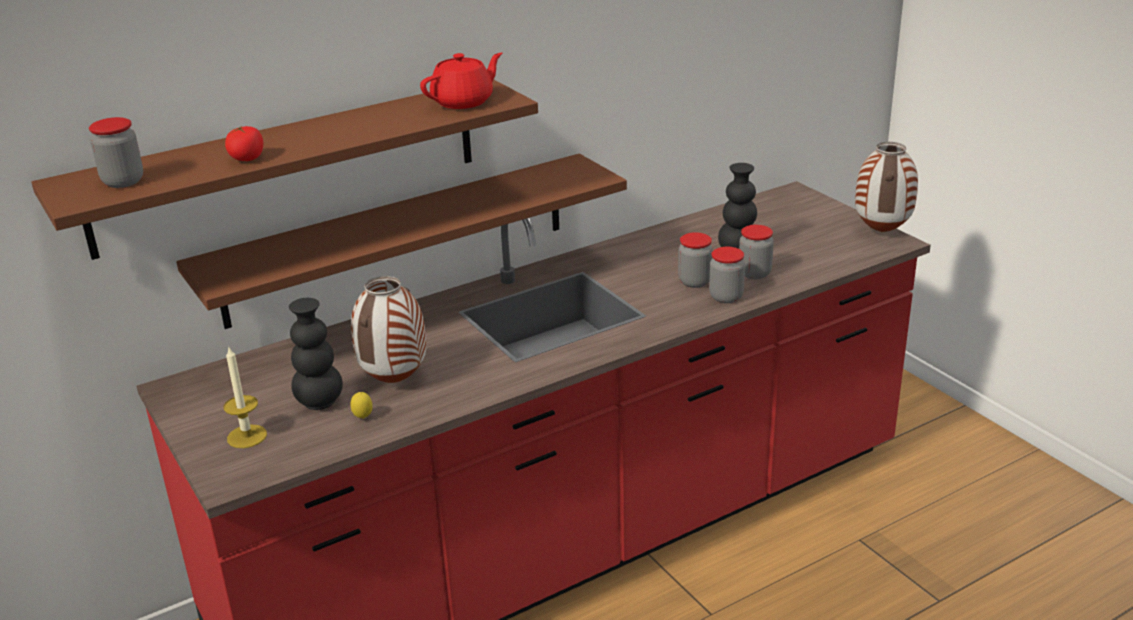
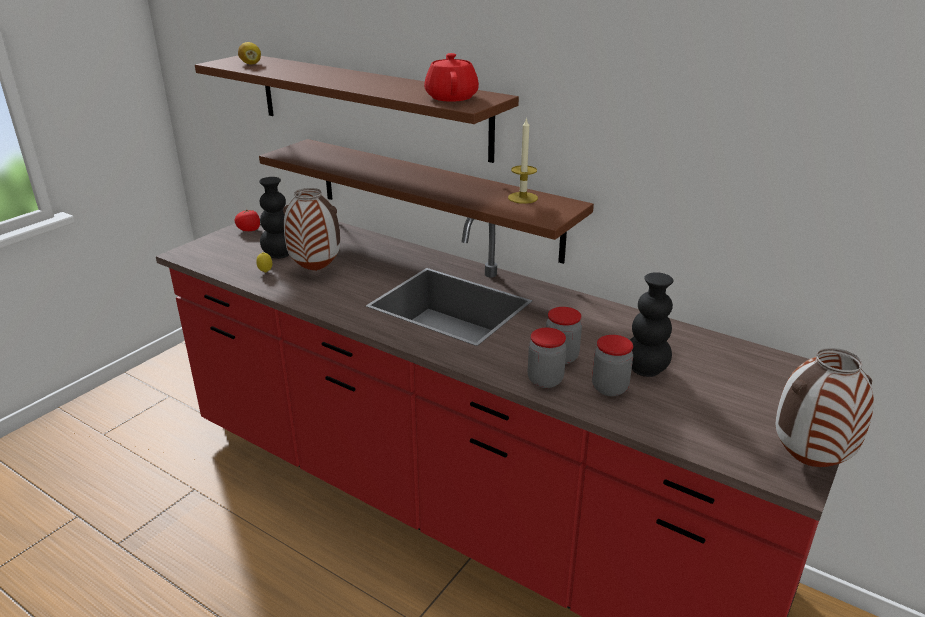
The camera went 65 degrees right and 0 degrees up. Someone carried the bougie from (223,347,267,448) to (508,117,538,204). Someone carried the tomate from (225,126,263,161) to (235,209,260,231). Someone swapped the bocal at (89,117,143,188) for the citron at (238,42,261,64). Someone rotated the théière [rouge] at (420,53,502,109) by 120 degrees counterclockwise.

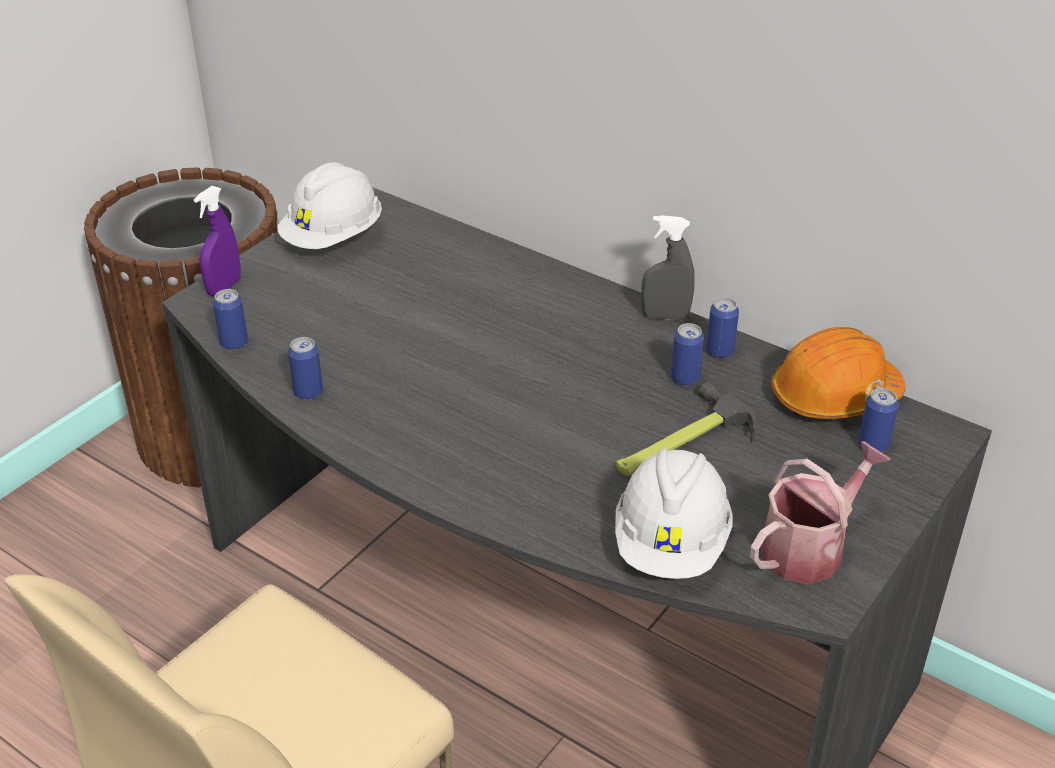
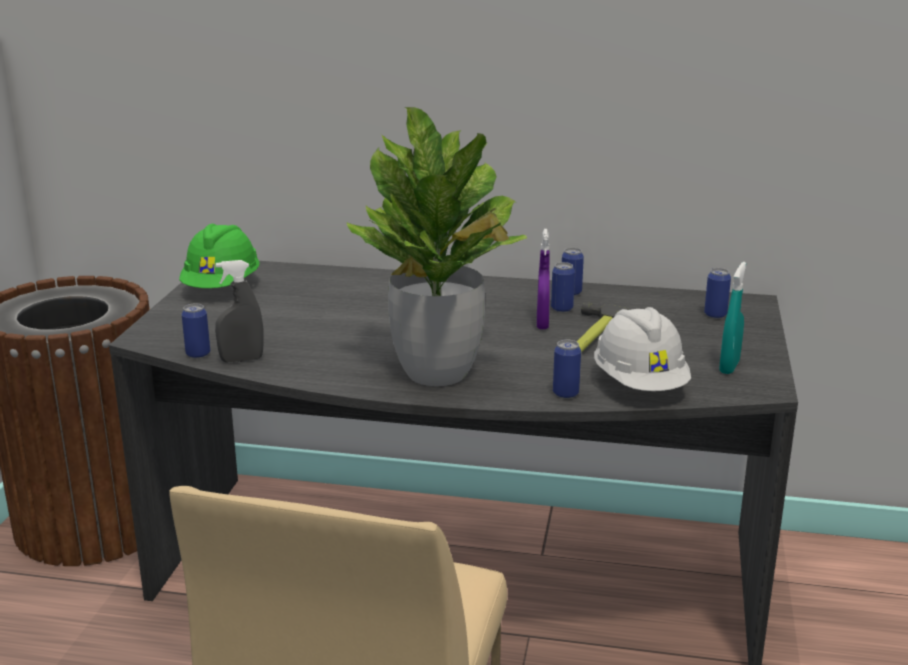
The camera went 25 degrees left and 15 degrees down. Someone took away the casque de chantier [orange] at (771,327,906,419). Someone put down the plante en pot at (347,107,527,386). Someone carried the vaporisateur [violet] from (193,186,241,296) to (537,229,550,329). Someone carried the boîte métallique from (288,337,323,400) to (553,340,581,399). Someone carried the vaporisateur [gris] from (641,215,695,320) to (215,260,264,363). Someone swapped the arrosoir at (750,441,891,584) for the vaporisateur [turquoise] at (719,262,746,374). Someone repainted the casque de chantier [blanc] at (277,162,382,249), which became the casque de chantier [vert] at (179,224,259,288).

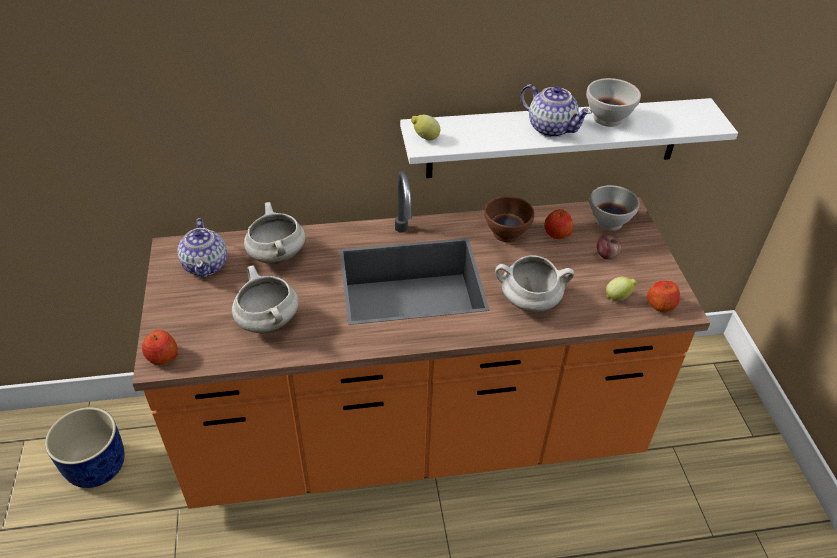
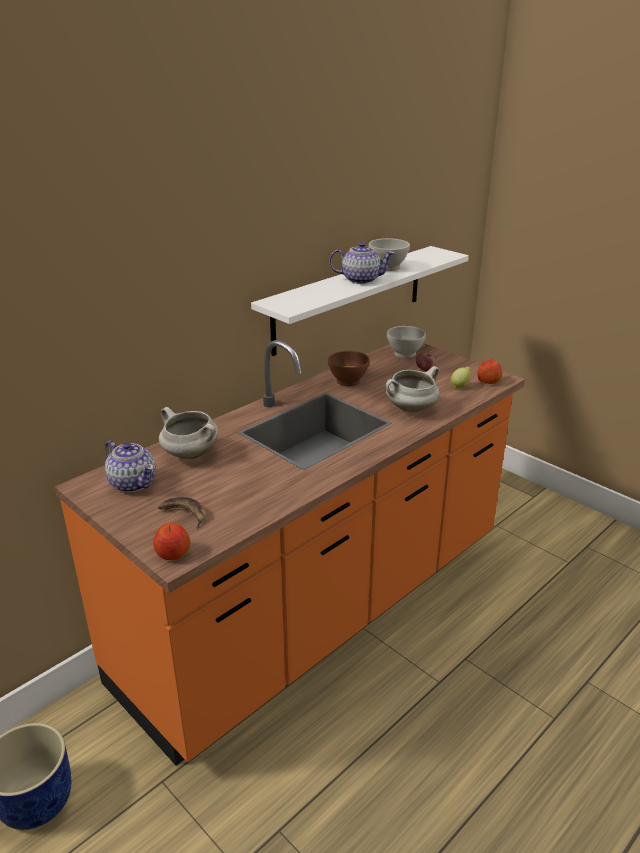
The camera went 35 degrees left and 15 degrees down. Someone took away the marmite [blanc] at (232,266,299,333). Someone took away the citron at (411,115,440,140). Someone took away the pomme at (544,209,573,239). Someone put down the banane at (158,497,207,530).

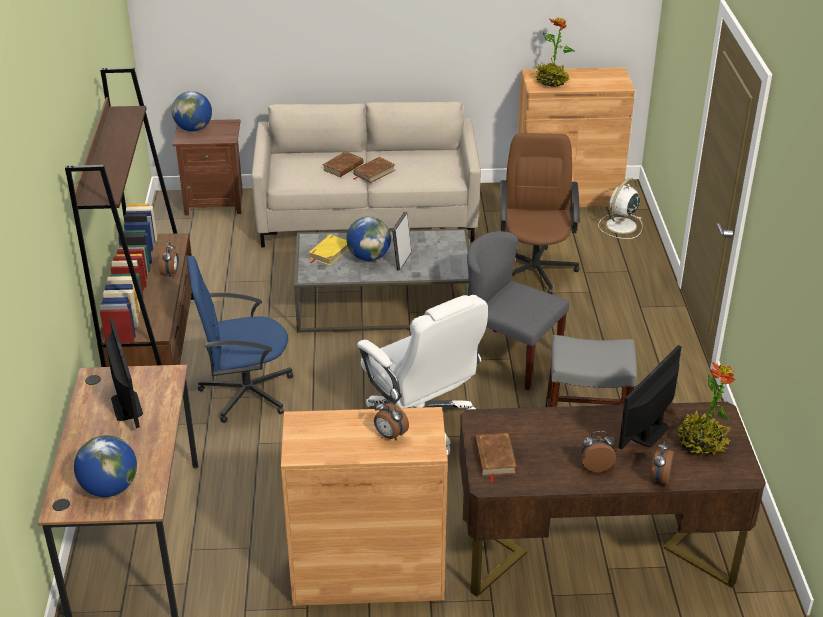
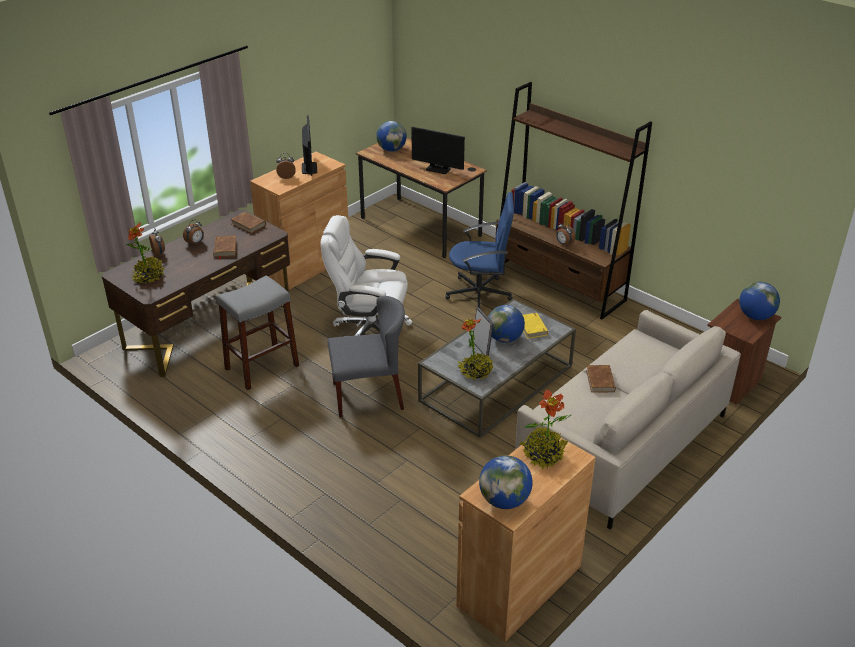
The camera went 135 degrees right and 0 degrees up. Someone took away the chaise de bureau [marron] at (500,133,580,294). Someone took away the ventilateur [blanc] at (598,178,643,239). Someone put down the plante en pot at (458,319,493,380). Someone put down the globe at (479,455,533,509). Someone carried the livre [marron] from (323,151,363,177) to (214,235,237,260). Someone carried the écran d'ordinateur from (619,345,681,449) to (302,116,317,176). Someone rotated the chaise de bureau [bleu] at (187,256,293,423) by 60 degrees clockwise.

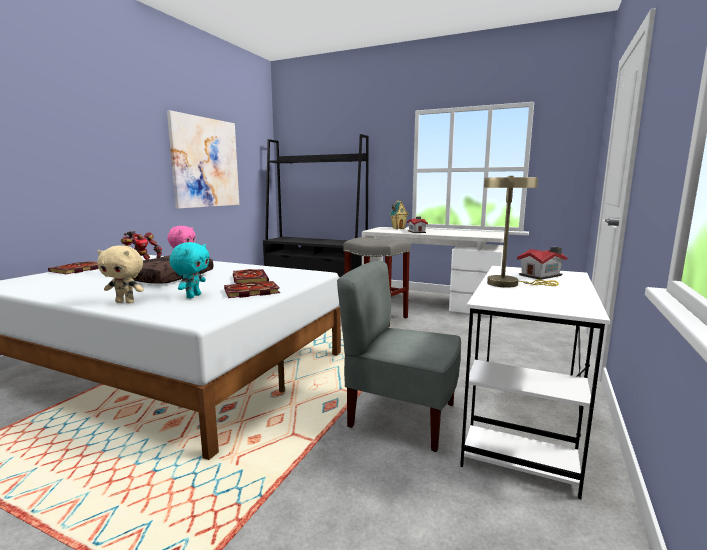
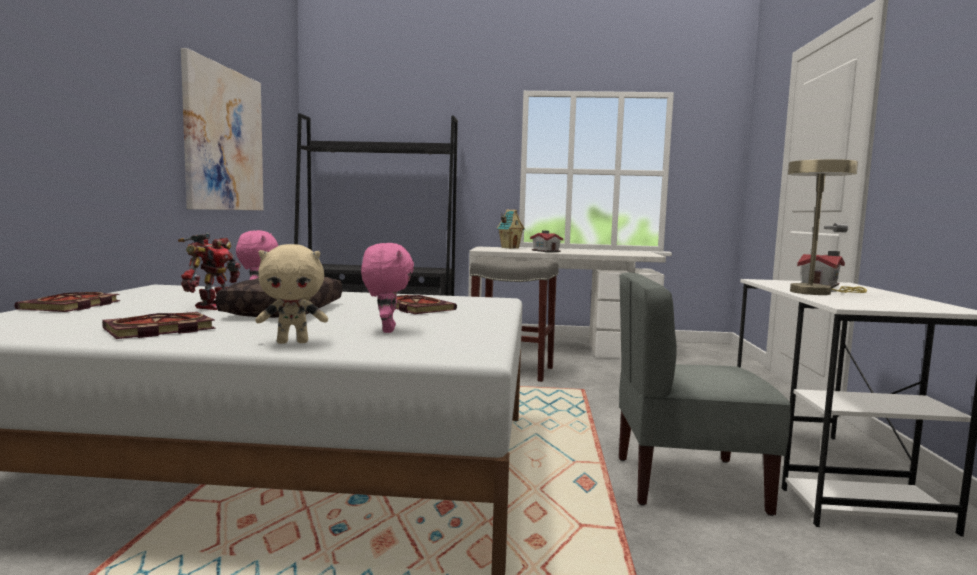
The camera went 20 degrees left and 5 degrees down. Someone carried the livre from (224,281,280,298) to (102,312,215,339). Someone repainted the peluche [turquoise] at (169,242,210,298), which became the peluche [rose] at (361,243,414,333).

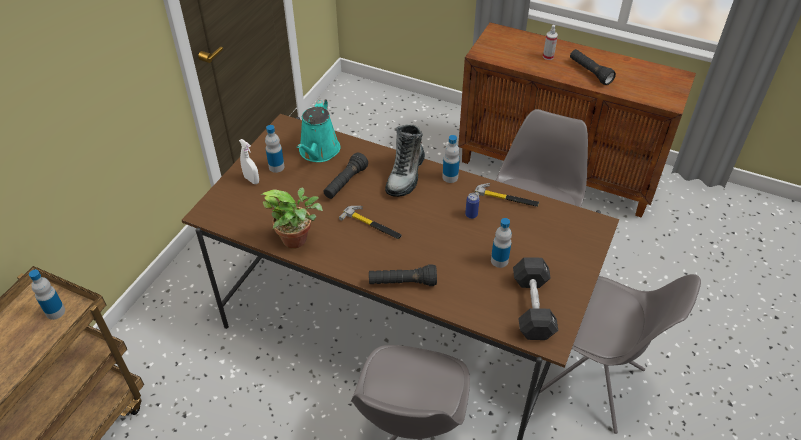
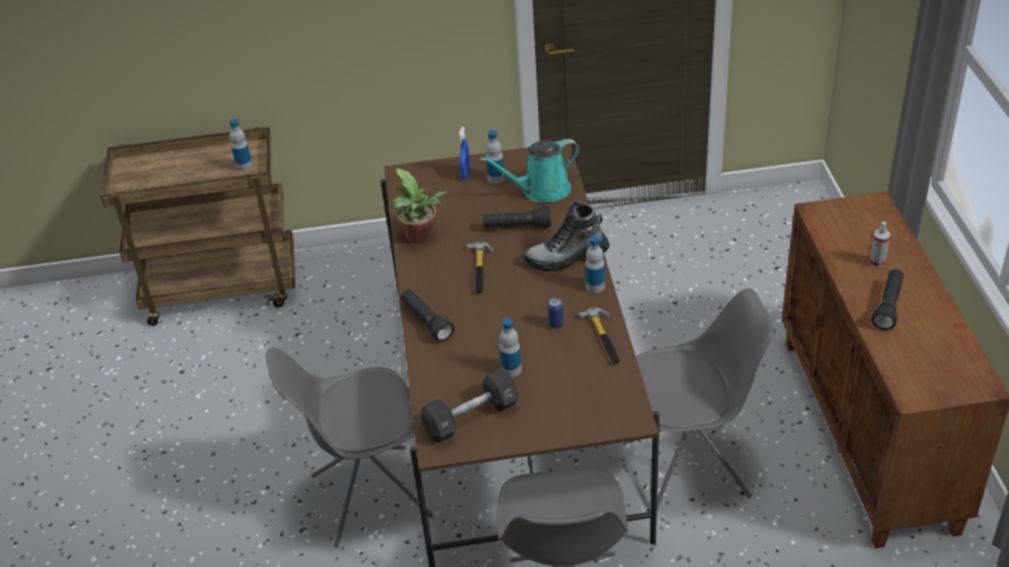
The camera went 60 degrees right and 5 degrees down. Someone repainted the vaporisateur [blanc] at (239,139,259,184), which became the vaporisateur [bleu] at (459,127,471,180).

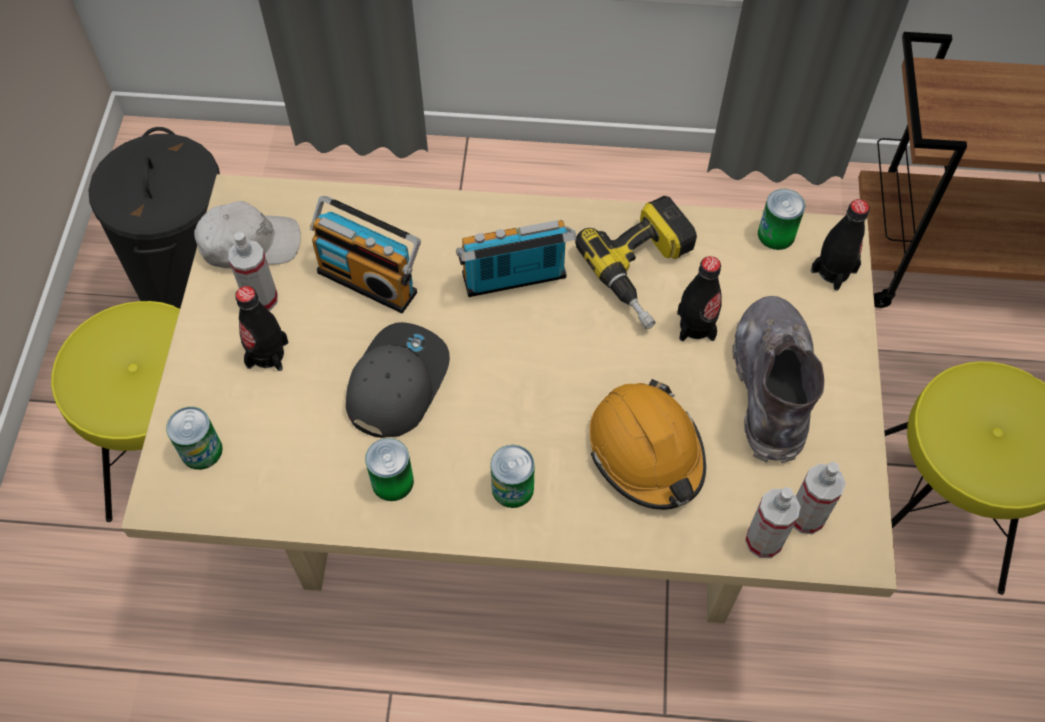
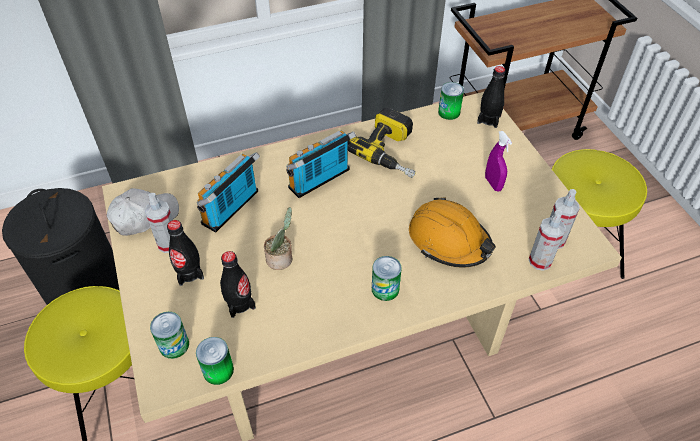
The camera went 25 degrees left and 10 degrees down. Someone carried the boîte métallique from (365,438,414,501) to (196,337,234,385). Someone carried the bouteille [noir] from (677,256,722,341) to (220,251,256,318). Someone swapped the casquette [gris] at (346,322,450,438) for the plante en pot at (264,207,292,270). Someone swapped the botte [gris] at (732,296,824,463) for the vaporisateur [violet] at (485,131,512,192). Someone rotated the radio at (310,196,421,313) by 120 degrees clockwise.

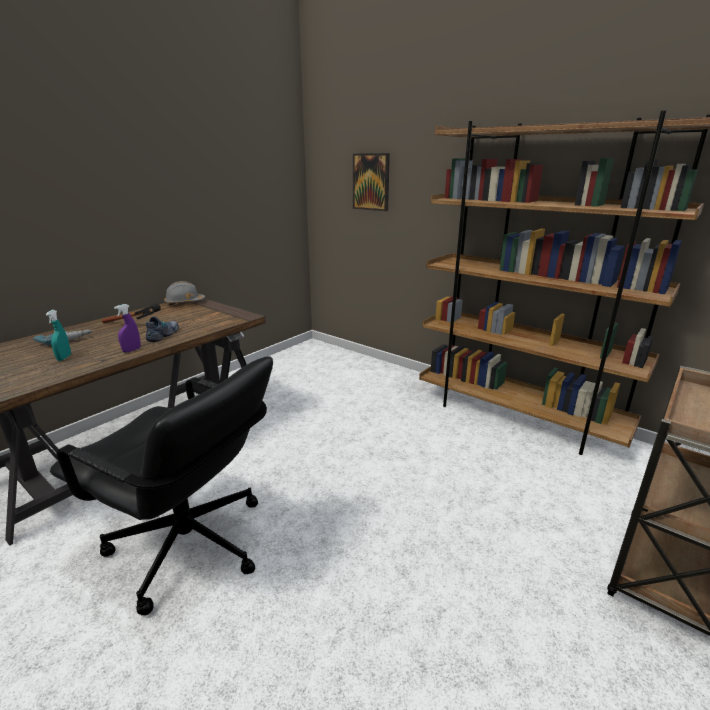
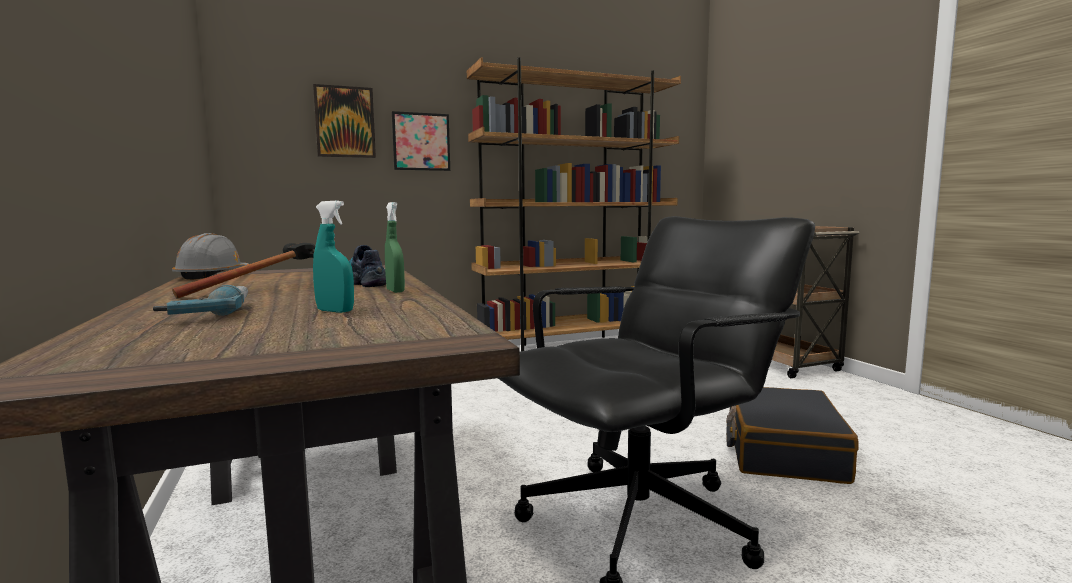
The camera went 60 degrees left and 15 degrees down. Someone put up the tableau at (392,111,450,171). Someone put down the valise [noir] at (726,387,859,484). Someone repainted the vaporisateur [violet] at (114,304,141,353), which became the vaporisateur [vert] at (385,202,405,293).

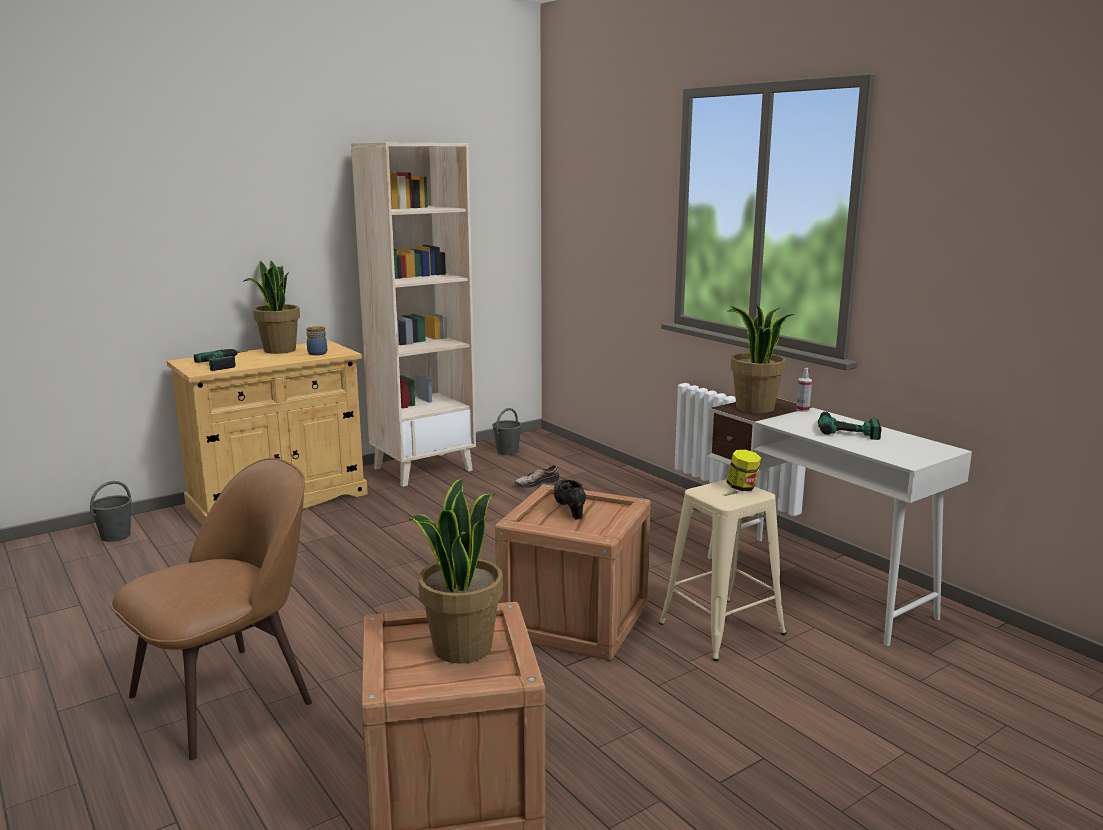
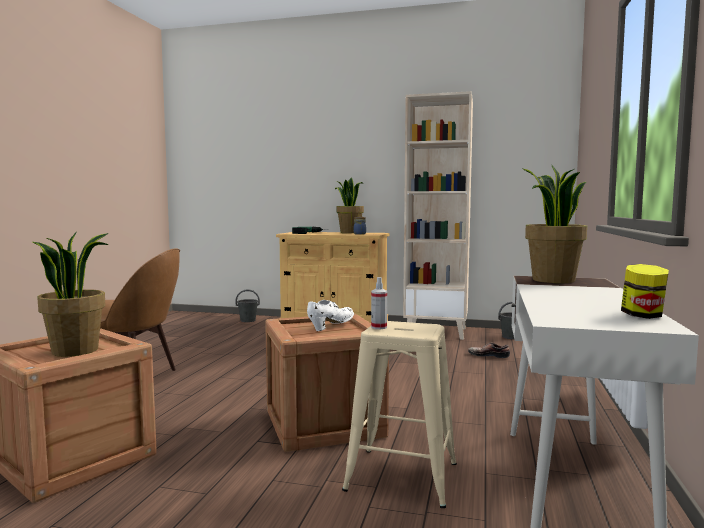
The camera went 50 degrees right and 10 degrees down. Someone took away the perceuse at (818,411,882,440). Someone carried the bocal from (726,450,761,491) to (621,264,669,319). Someone carried the vaporisateur from (796,368,812,412) to (371,277,387,329). Someone repainted the chaussure [noir] at (554,480,586,520), which became the chaussure [blanc] at (307,300,354,331).

